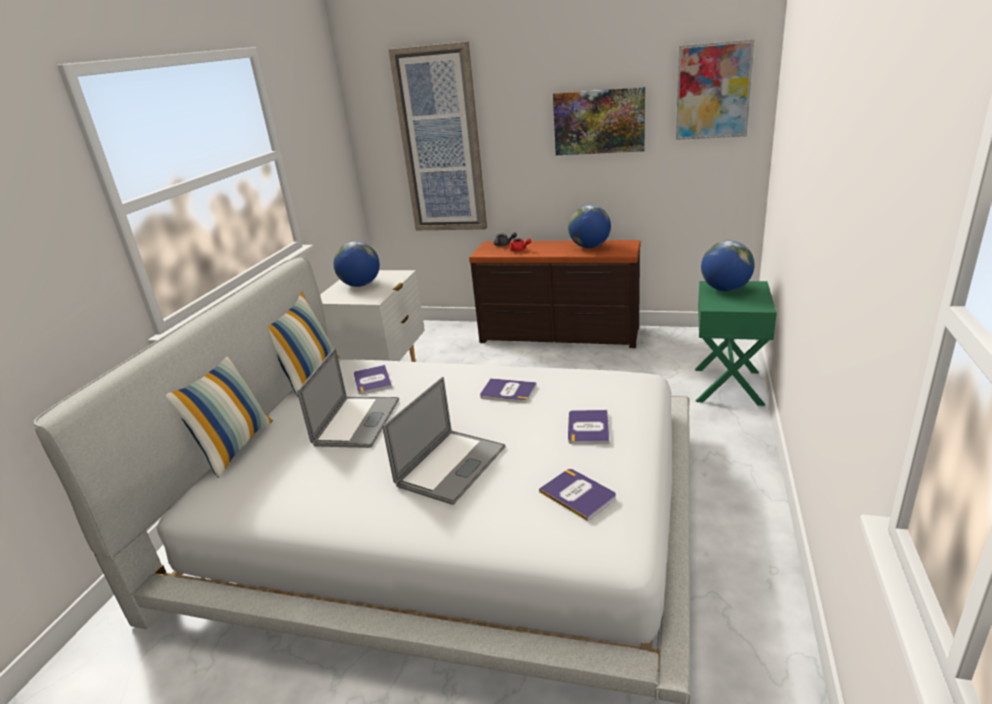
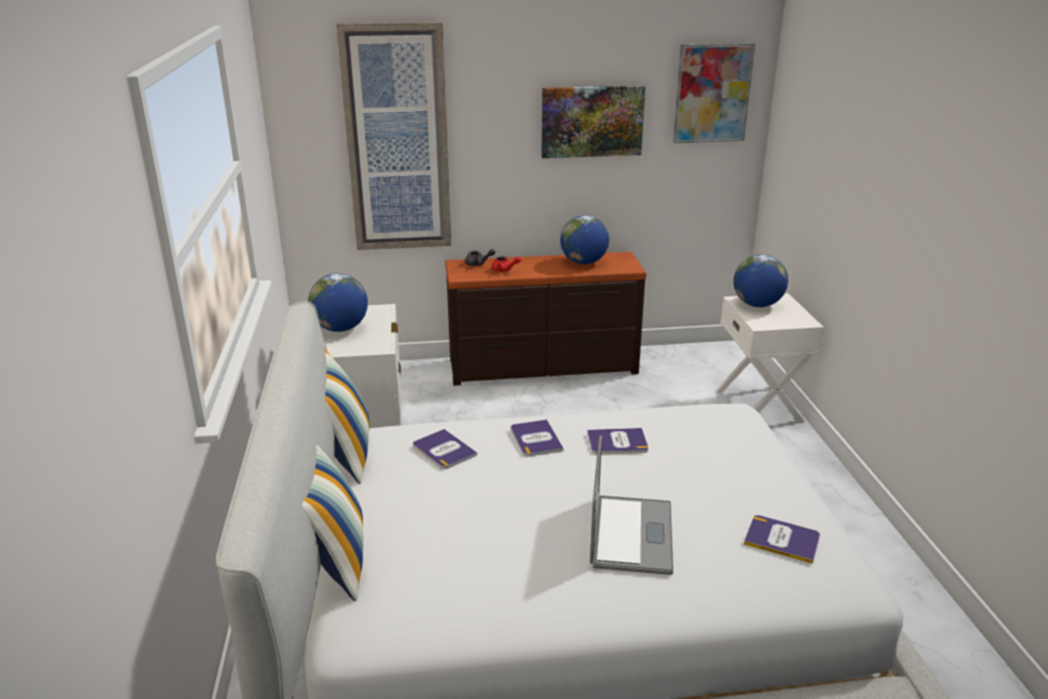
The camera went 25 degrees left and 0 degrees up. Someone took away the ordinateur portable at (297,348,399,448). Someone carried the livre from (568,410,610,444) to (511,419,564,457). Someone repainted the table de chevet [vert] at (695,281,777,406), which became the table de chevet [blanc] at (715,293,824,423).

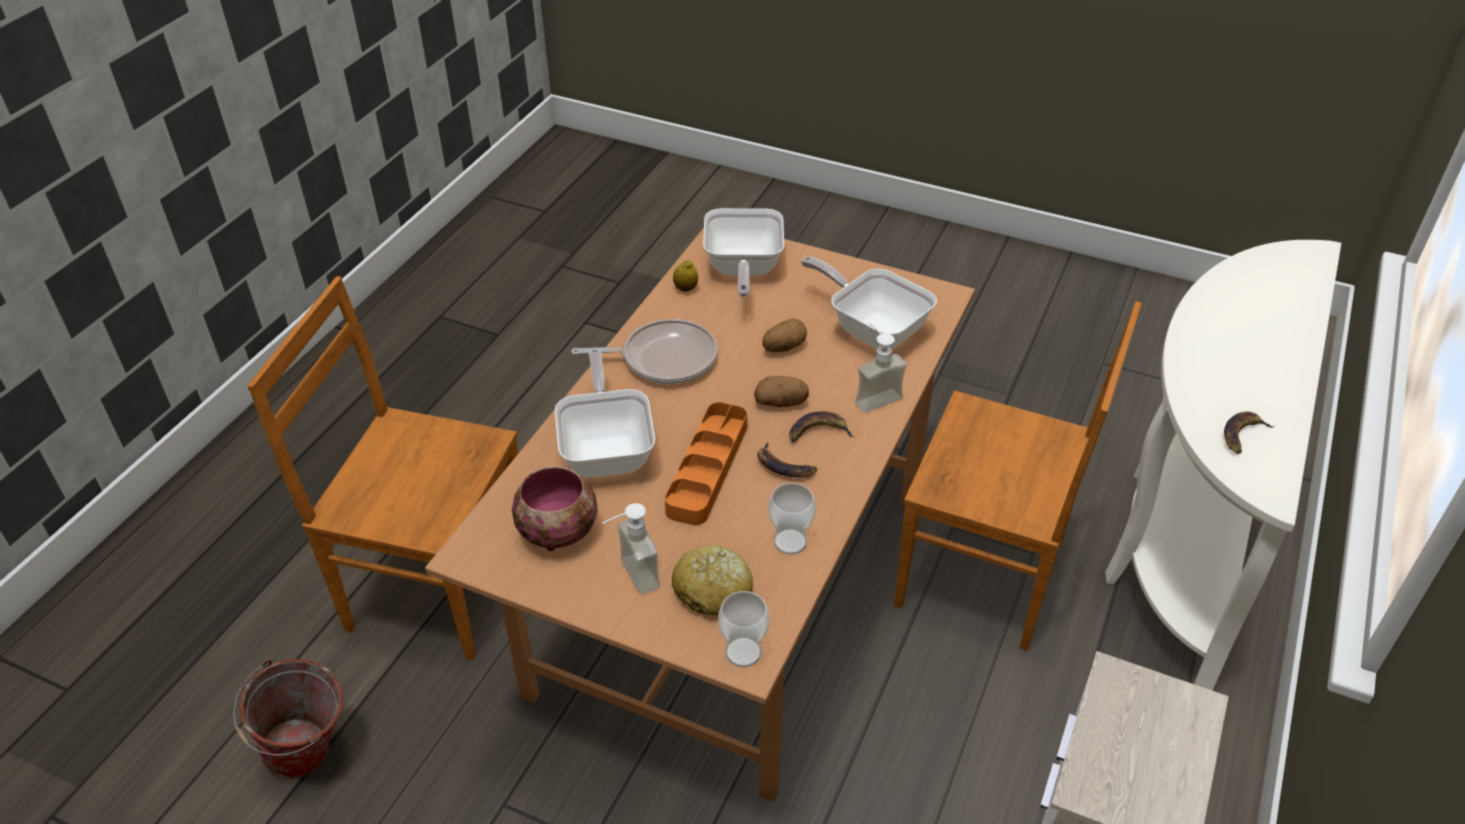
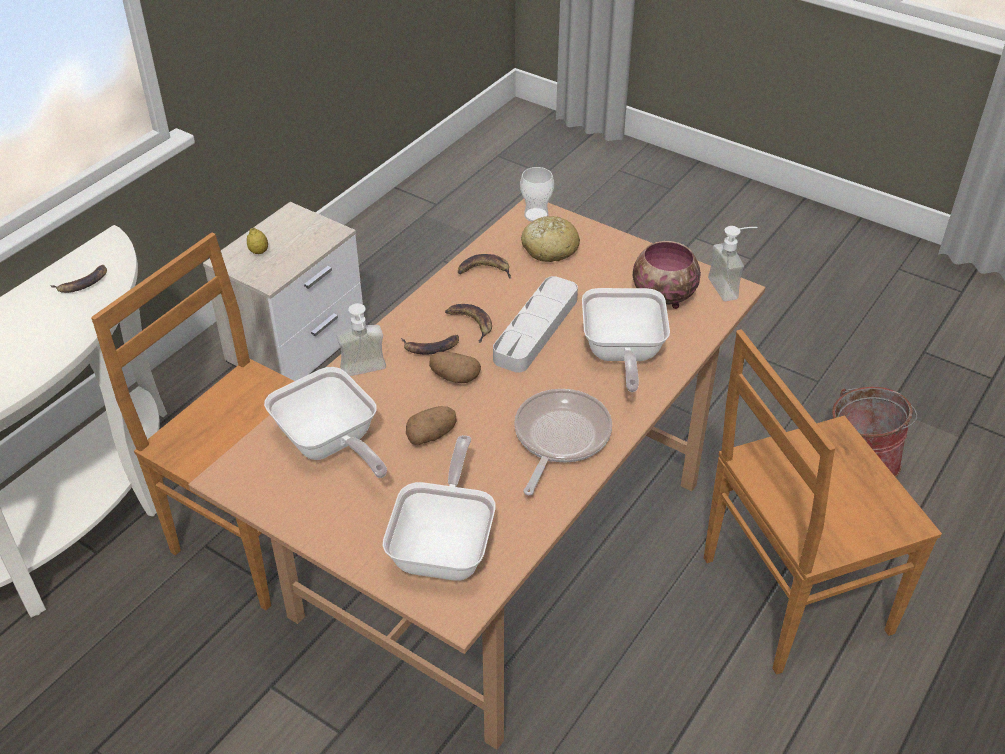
The camera went 170 degrees left and 0 degrees up. Someone carried the distributeur de savon from (602,503,660,595) to (708,226,757,301). Someone carried the citron from (673,260,698,292) to (247,228,268,254). Someone swapped the tasse at (768,483,816,555) for the banane at (458,254,511,278). Someone repainted the plateau [orange] at (665,402,747,525), which became the plateau [gris] at (493,276,578,373). Someone rotated the chaise [marron] at (247,276,518,660) by 135 degrees clockwise. Someone rotated the poêle at (571,319,718,384) by 105 degrees clockwise.

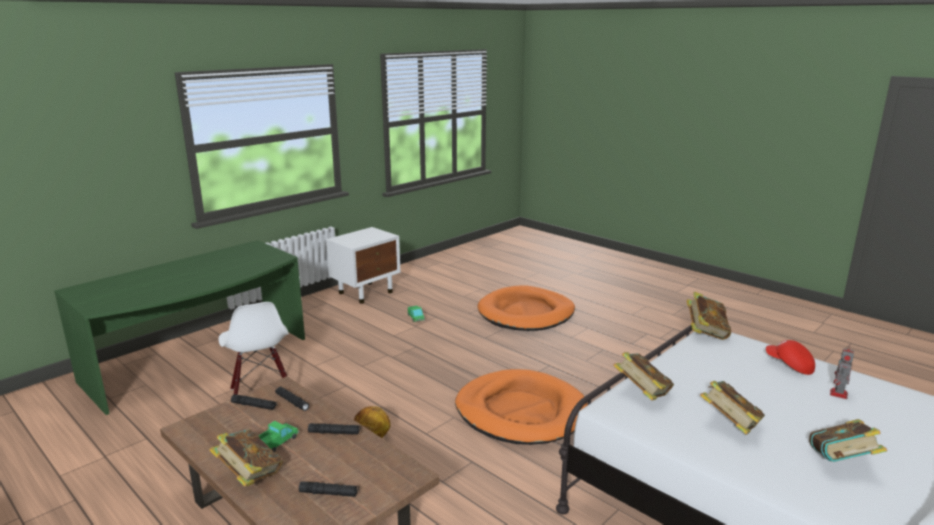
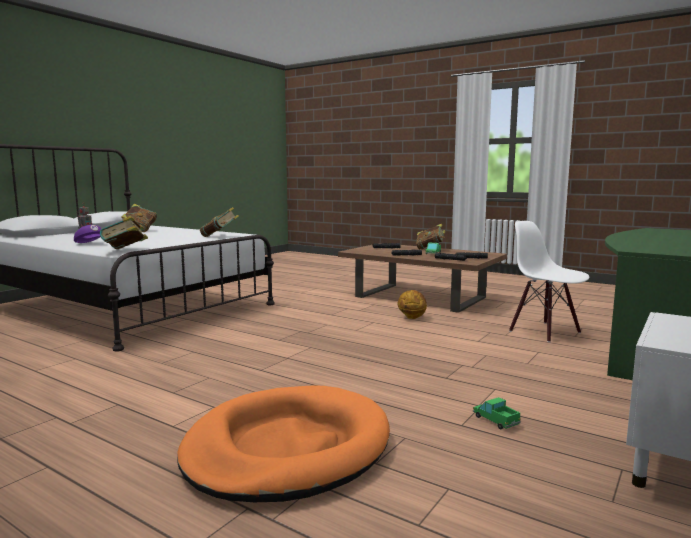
The camera went 170 degrees right and 10 degrees down. Someone took away the panier pour chien [orange] at (455,369,588,445). Someone took away the livre at (700,381,765,435). Someone repainted the casquette [rouge] at (766,340,815,375), which became the casquette [violet] at (74,225,101,243).

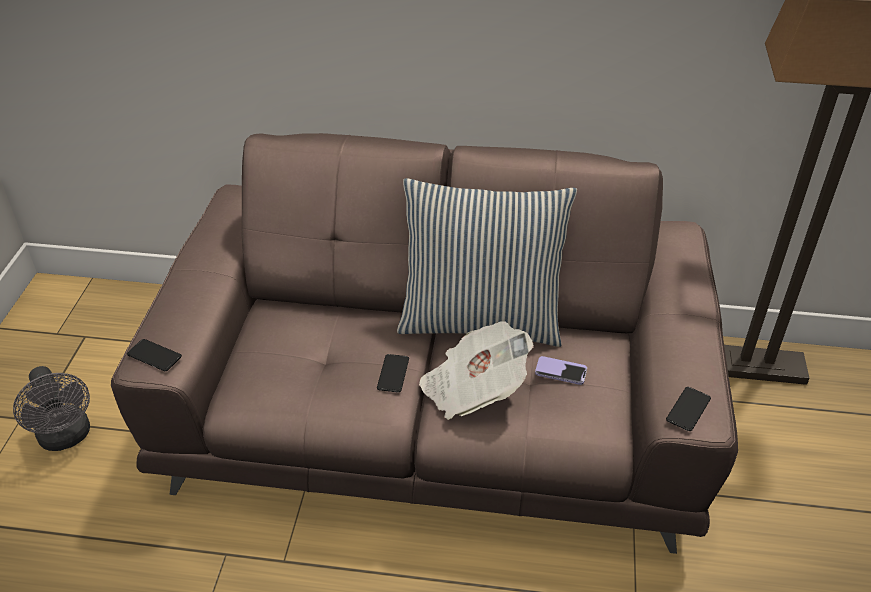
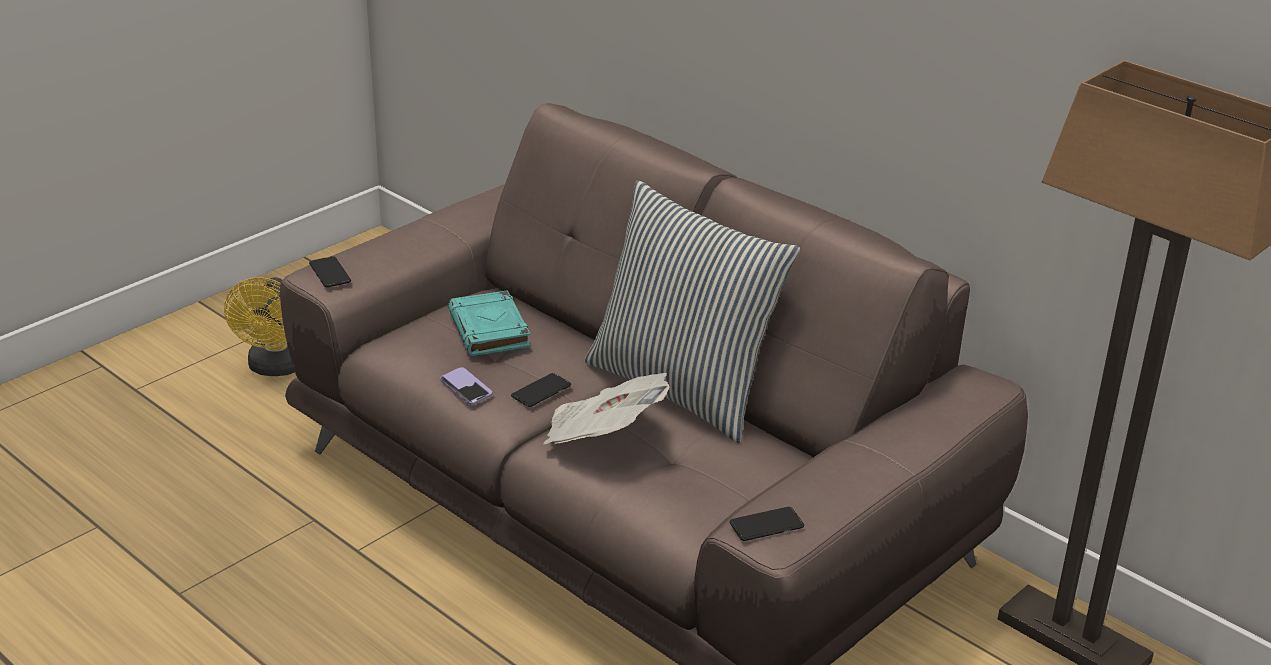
The camera went 35 degrees right and 10 degrees down. Someone put down the livre [turquoise] at (448,290,530,356). Someone carried the téléphone from (535,356,587,385) to (440,367,493,405). Someone repainted the ventilateur [gris] at (13,366,90,451), which became the ventilateur [jaune] at (224,277,295,376).

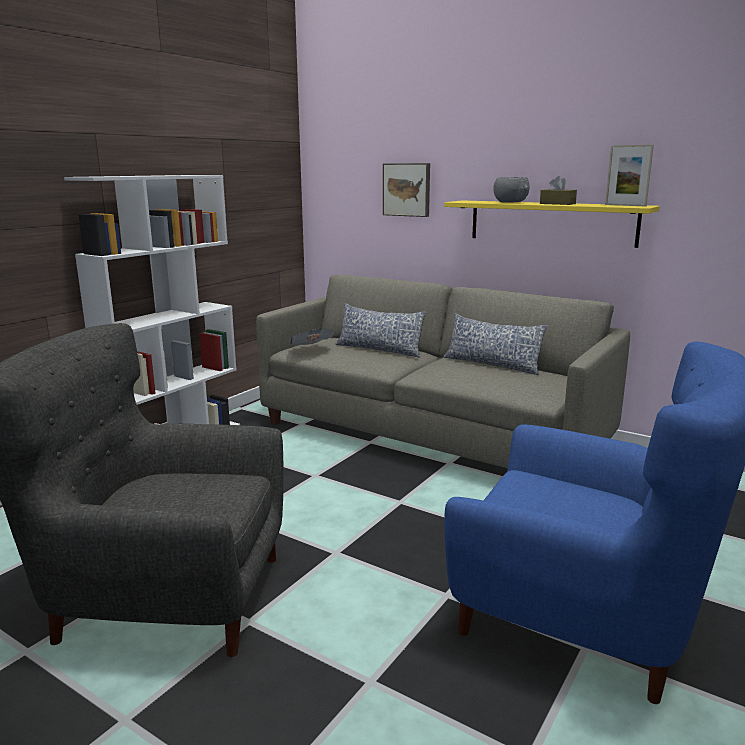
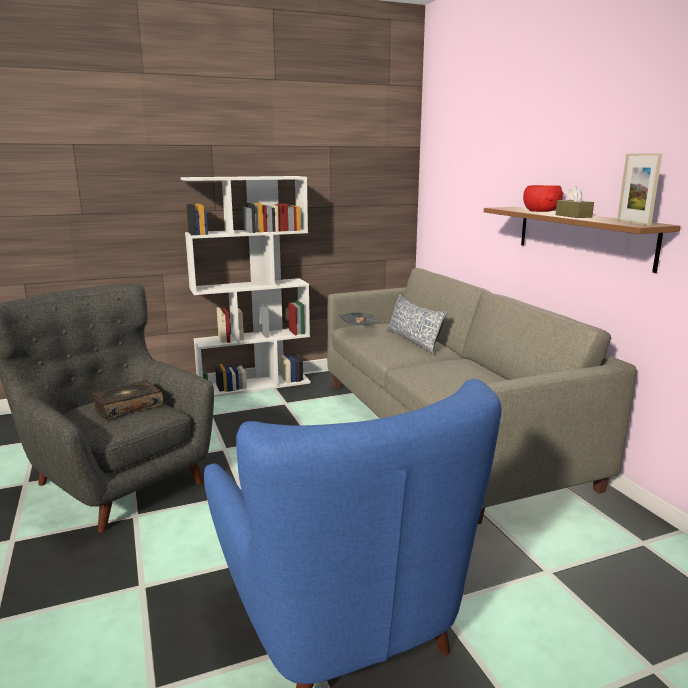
The camera went 35 degrees right and 0 degrees up. Someone took away the tableau at (383,163,430,217). Someone took away the coussin at (443,313,548,375). Someone put down the livre at (91,380,163,420). Someone repainted the étagère [jaune] at (444,200,660,248), which became the étagère [marron] at (484,207,681,273). Someone repainted the bol [gris] at (493,177,530,203), which became the bol [rouge] at (523,185,564,212).

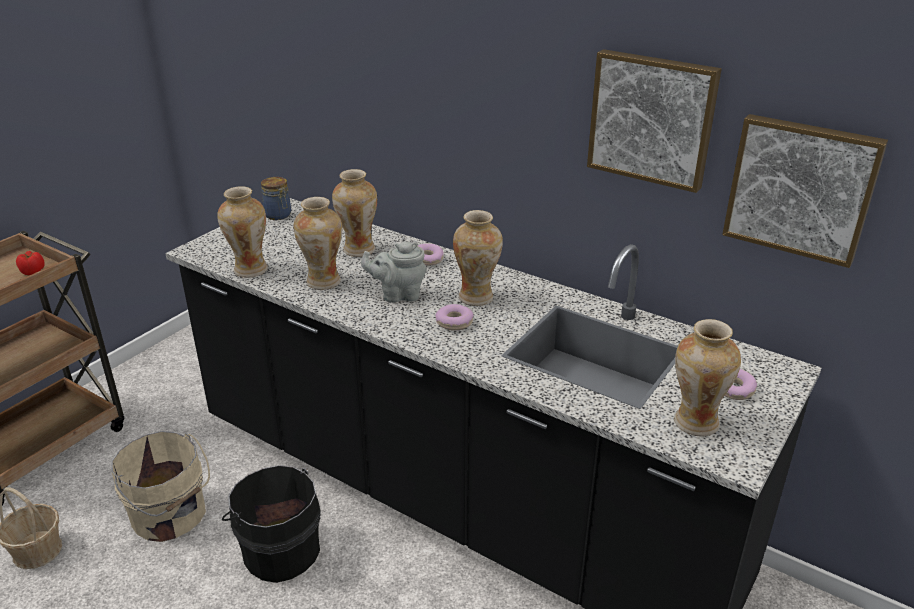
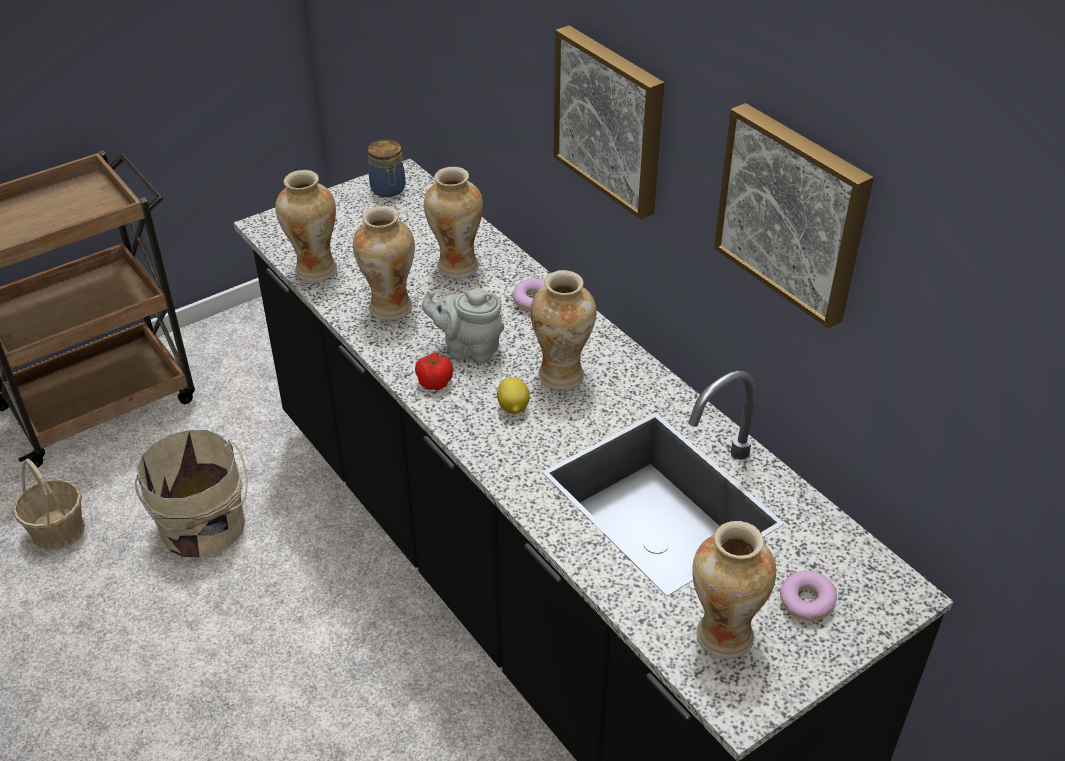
The camera went 20 degrees right and 10 degrees up. Someone took away the seau [noir] at (222,465,321,583). Someone carried the tomate from (16,251,45,275) to (415,353,453,390). Someone carried the tableau from (722,114,888,268) to (554,25,665,220). Someone swapped the beignet at (435,304,474,331) for the citron at (497,377,530,414).

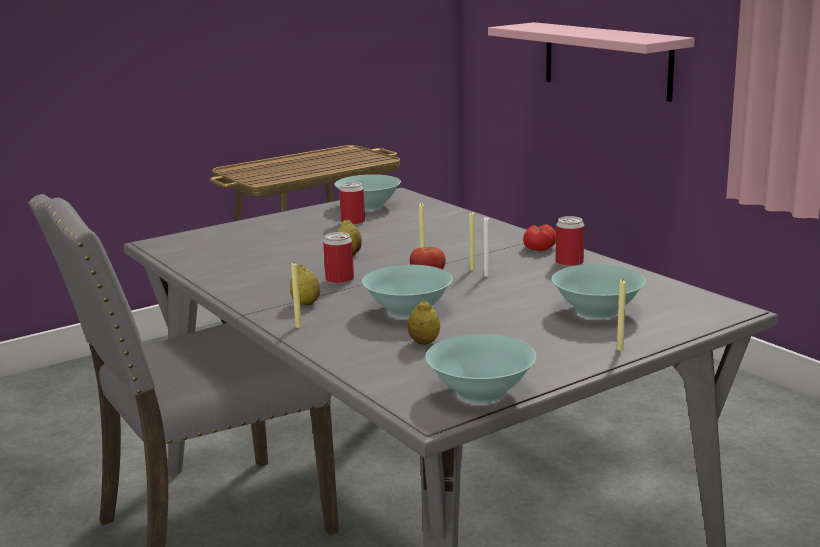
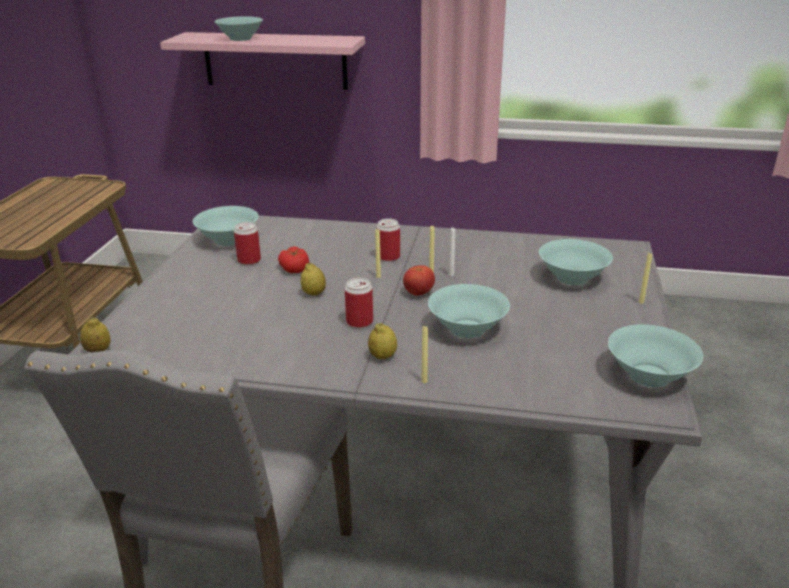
The camera went 45 degrees left and 10 degrees up. Someone put down the bol [turquoise] at (214,16,263,41). Someone carried the citron from (407,300,440,345) to (80,317,111,352). Someone carried the tomate from (523,224,556,251) to (278,246,309,273). Someone carried the boîte métallique from (555,216,584,267) to (376,219,400,262).

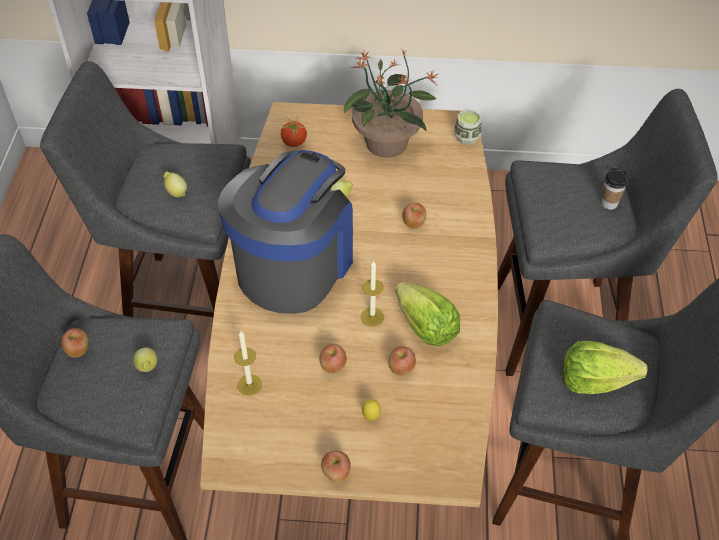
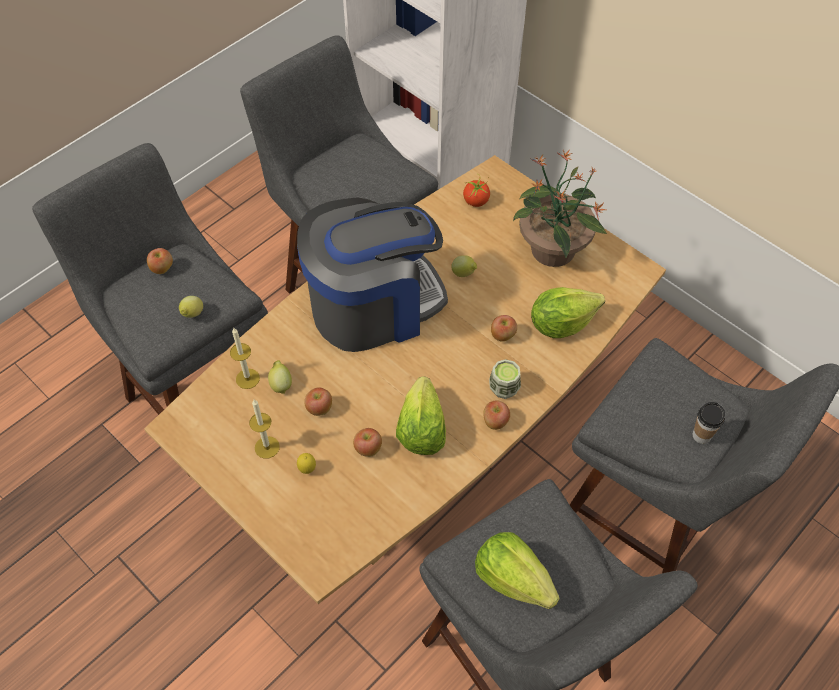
The camera went 40 degrees right and 5 degrees up. Someone put down the laitue at (531,287,605,338). Someone carried the citron from (163,171,187,197) to (268,360,292,394). Someone carried the pomme from (321,450,351,482) to (483,400,510,430). Someone carried the bougie from (361,260,384,327) to (249,400,280,459). Someone carried the tasse from (454,109,481,145) to (489,359,521,399).

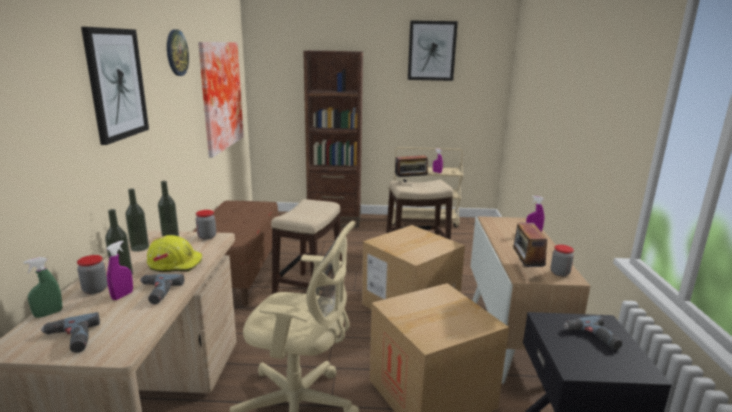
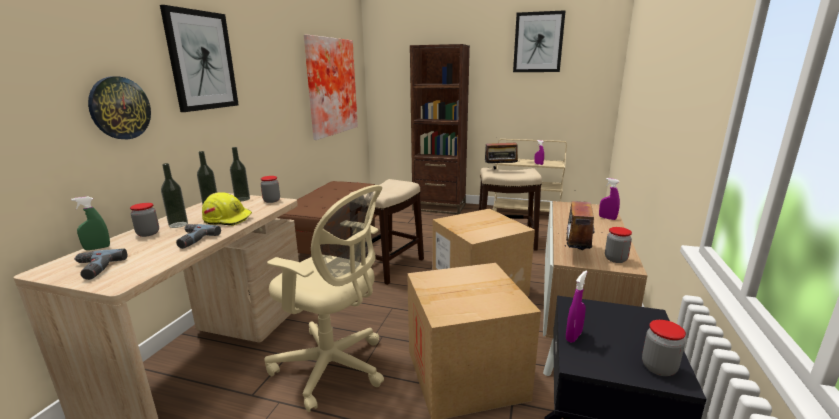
The camera went 15 degrees right and 0 degrees up. Someone took away the perceuse at (564,315,622,350). Someone put down the bocal at (642,320,686,376). Someone carried the vaporisateur [violet] from (106,240,133,300) to (566,270,588,343). Someone carried the horloge murale from (167,29,189,76) to (88,76,151,139).

